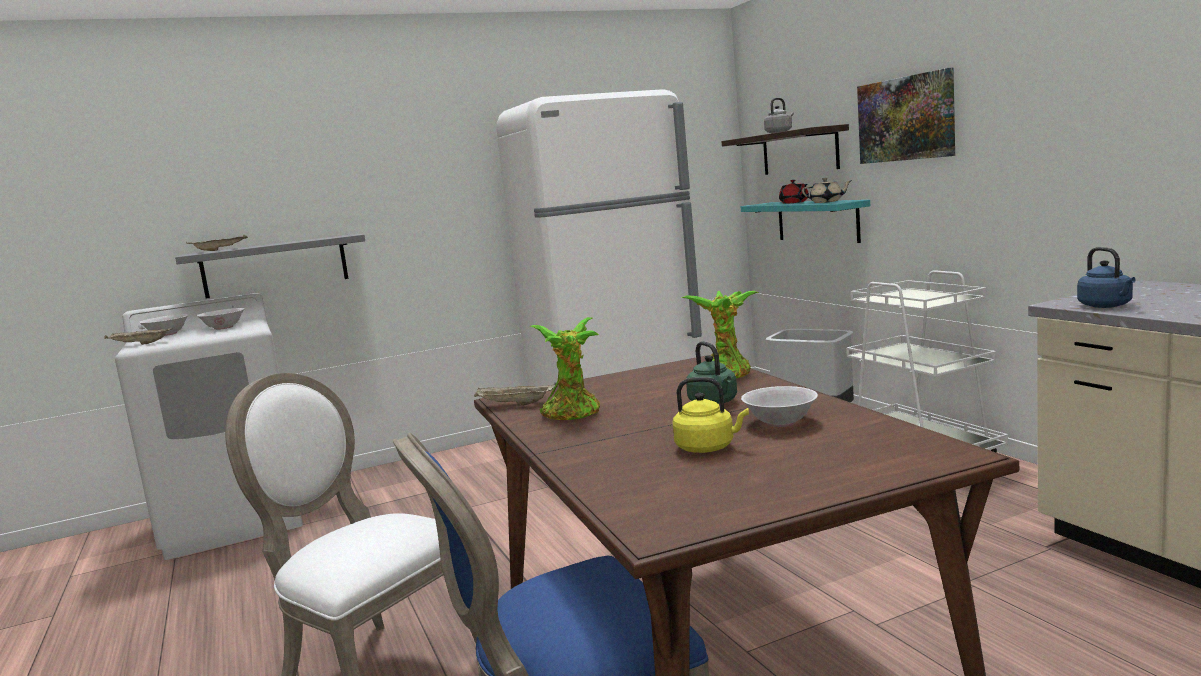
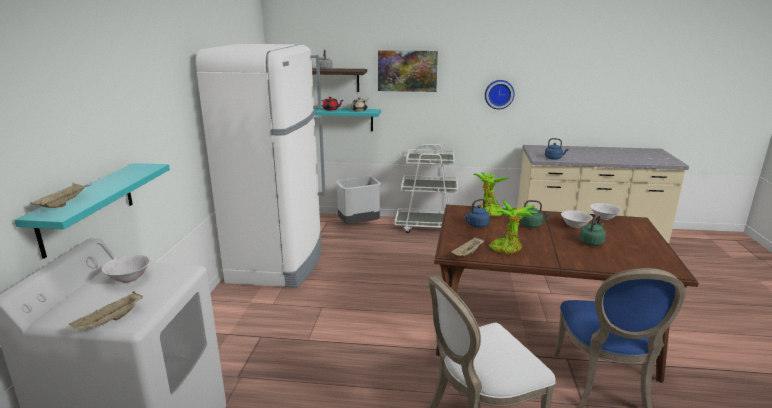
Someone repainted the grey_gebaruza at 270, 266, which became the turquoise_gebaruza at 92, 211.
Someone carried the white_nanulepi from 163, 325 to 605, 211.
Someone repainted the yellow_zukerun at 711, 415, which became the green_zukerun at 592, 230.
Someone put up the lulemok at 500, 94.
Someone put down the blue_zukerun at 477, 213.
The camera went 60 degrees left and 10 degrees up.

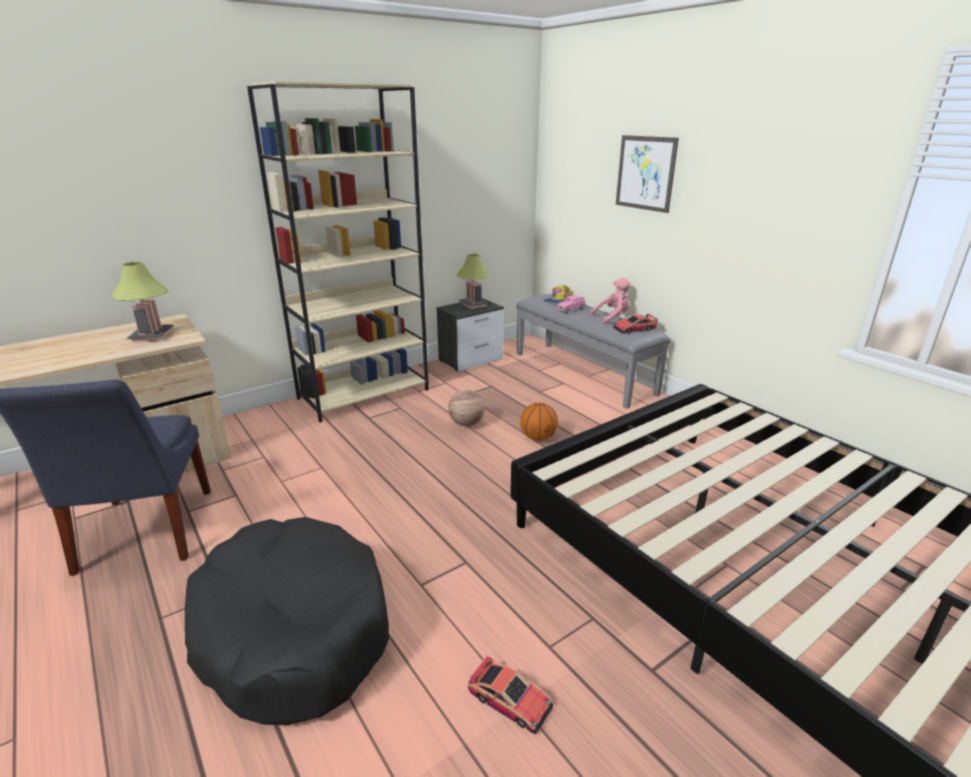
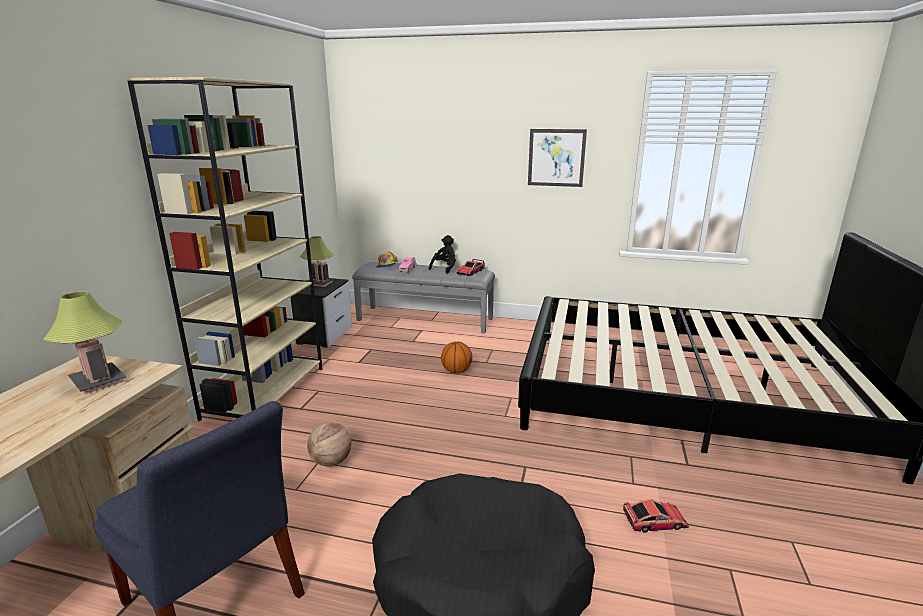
Someone carried the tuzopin from 647, 174 to 557, 158.
Someone repainted the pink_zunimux at 611, 301, which became the black_zunimux at 442, 254.
Someone carried the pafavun from 466, 408 to 329, 444.
The camera went 40 degrees left and 5 degrees down.

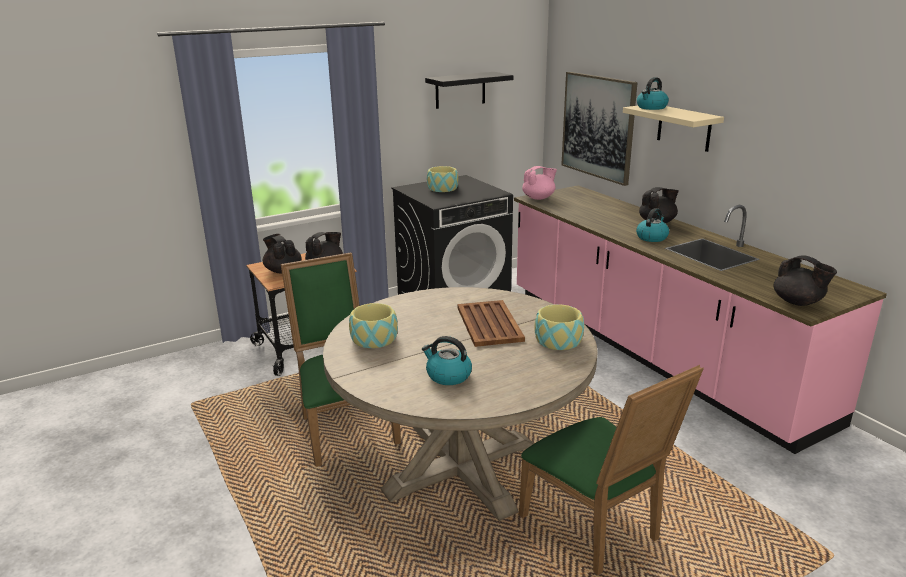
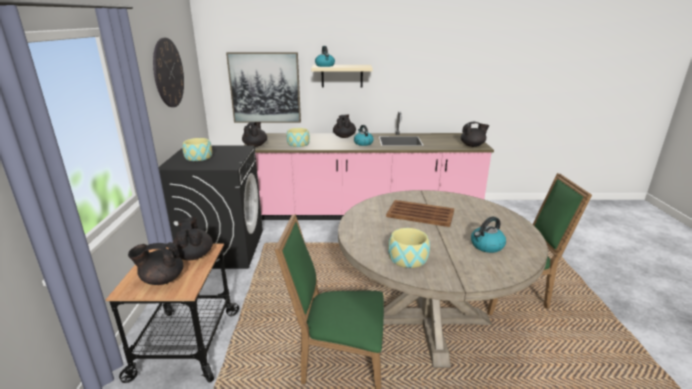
Someone swapped the black_gebaruza at 469, 90 for the lulemok at 168, 72.
Someone repainted the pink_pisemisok at 539, 183, which became the black_pisemisok at 254, 134.
Someone carried the nanulepi from 559, 327 to 298, 137.
The camera went 60 degrees left and 0 degrees up.

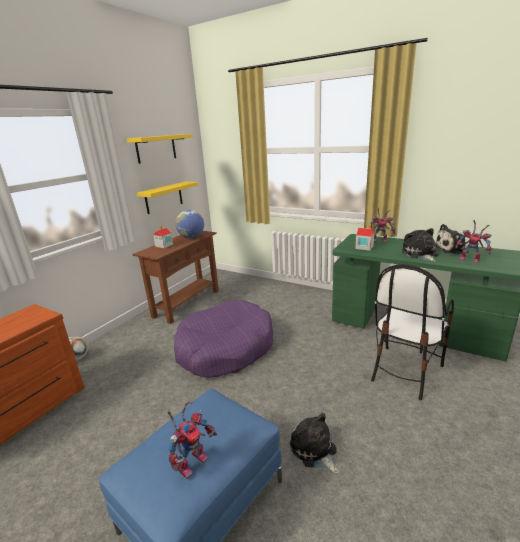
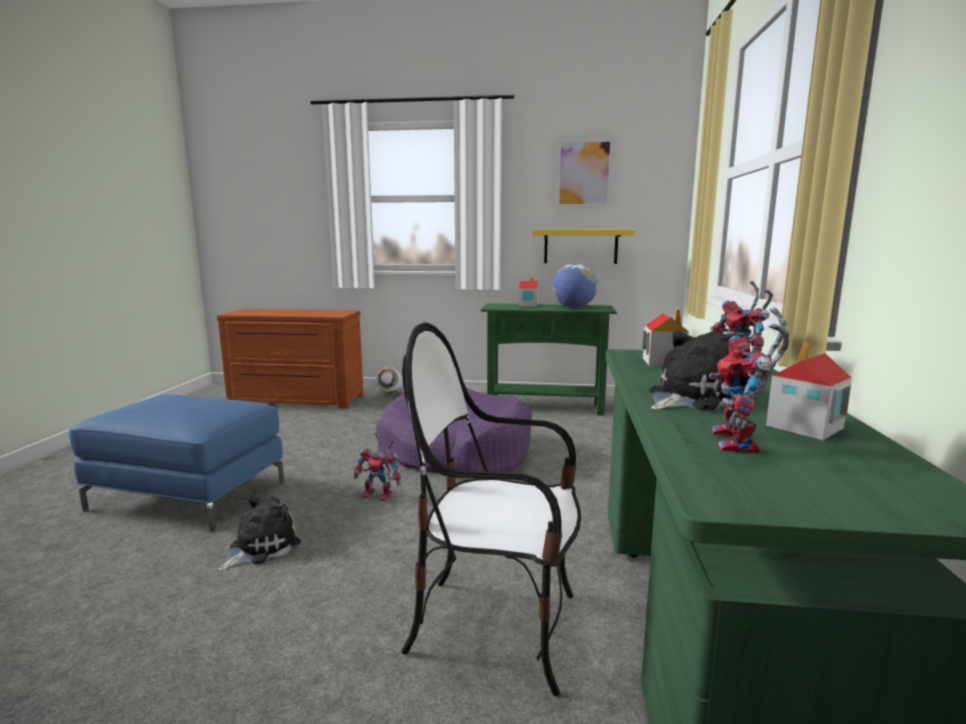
Someone swapped the yellow_gebaruza at 159, 149 for the tuzopin at 585, 173.
Someone swapped the zunimux at 452, 239 for the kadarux at 809, 391.
Someone repainted the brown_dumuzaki at 175, 277, which became the green_dumuzaki at 549, 359.
Someone carried the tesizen from 192, 440 to 377, 466.
The camera went 65 degrees right and 10 degrees down.

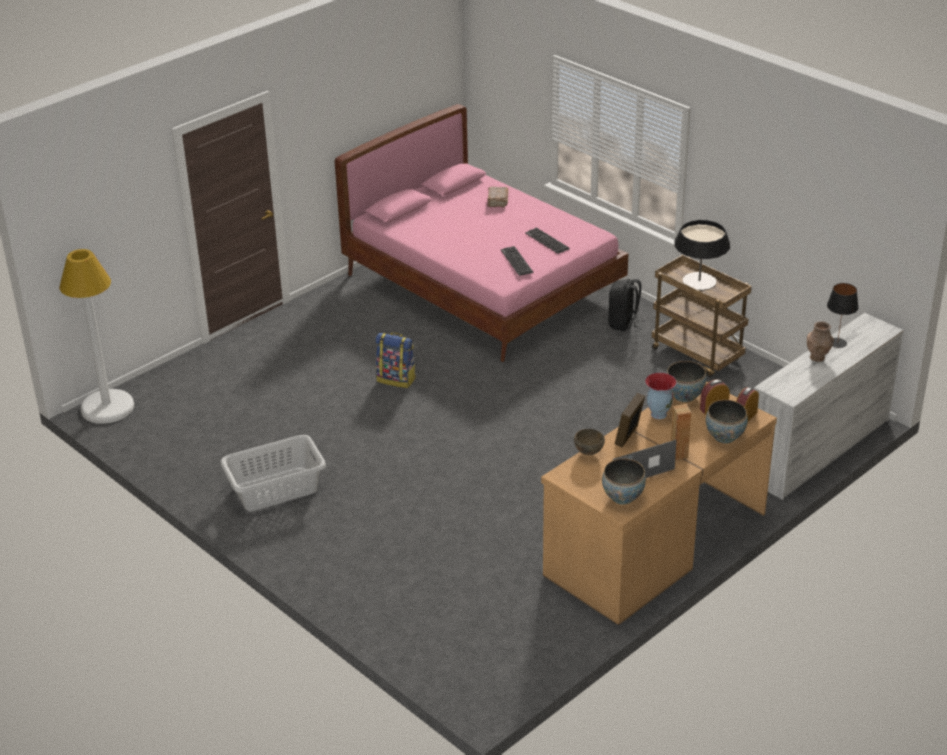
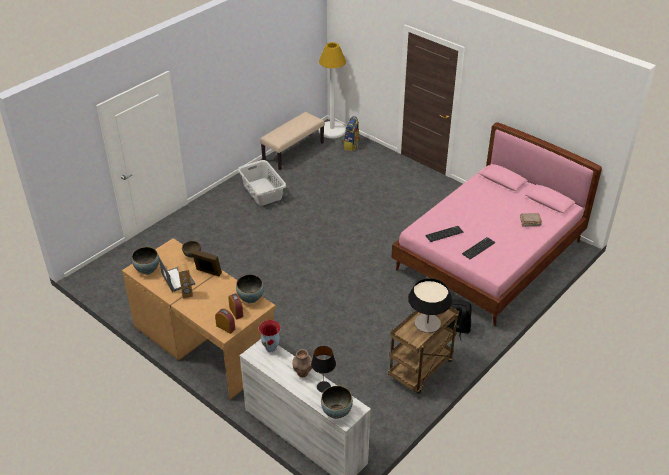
Someone carried the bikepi from 395, 360 to 351, 133.
Someone carried the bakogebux from 661, 396 to 269, 336.
Someone carried the nanulepi from 727, 422 to 337, 402.
Someone put down the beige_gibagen at 292, 141.
The camera went 85 degrees right and 5 degrees up.

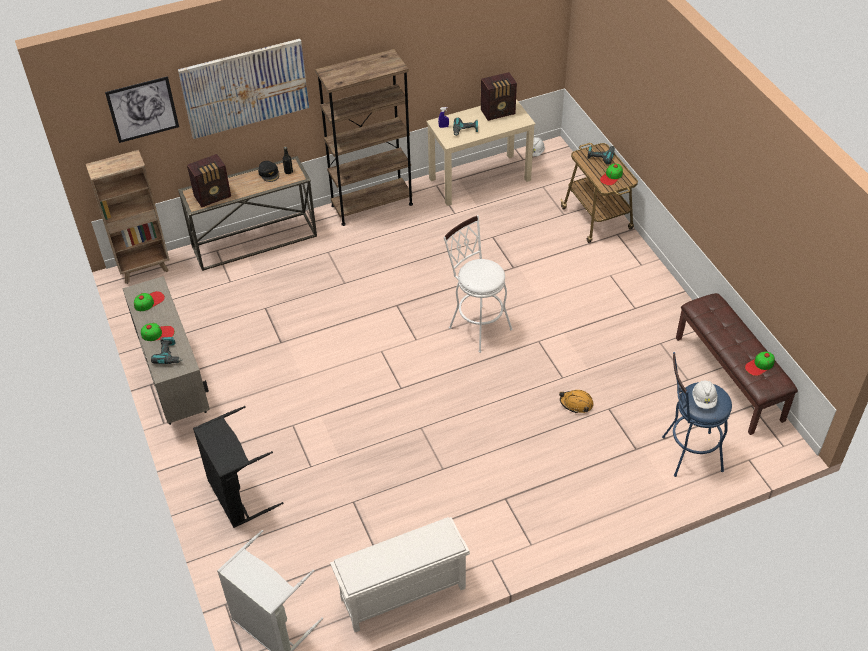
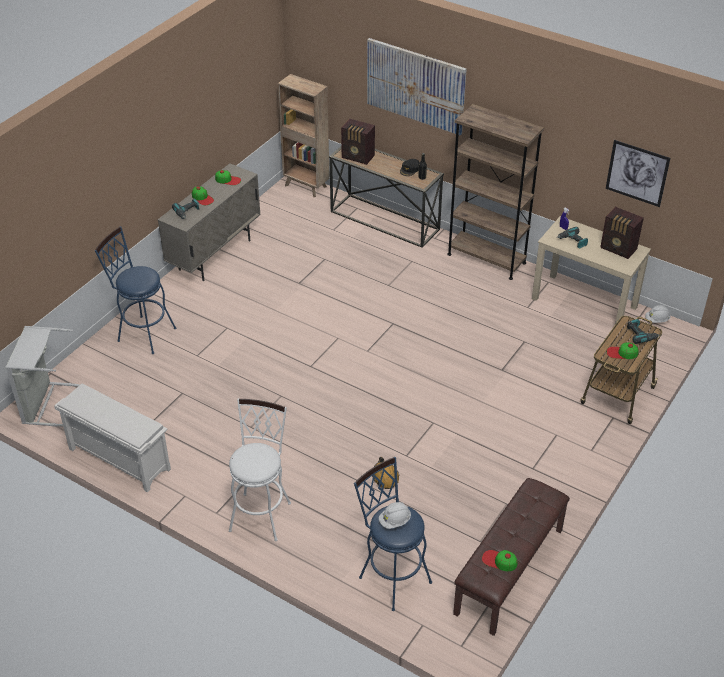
Someone carried the tuzopin from 142, 109 to 638, 173.
Someone carried the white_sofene from 478, 284 to 260, 470.
Someone swapped the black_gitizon at 238, 467 for the blue_sofene at 136, 290.
The camera went 55 degrees right and 5 degrees down.

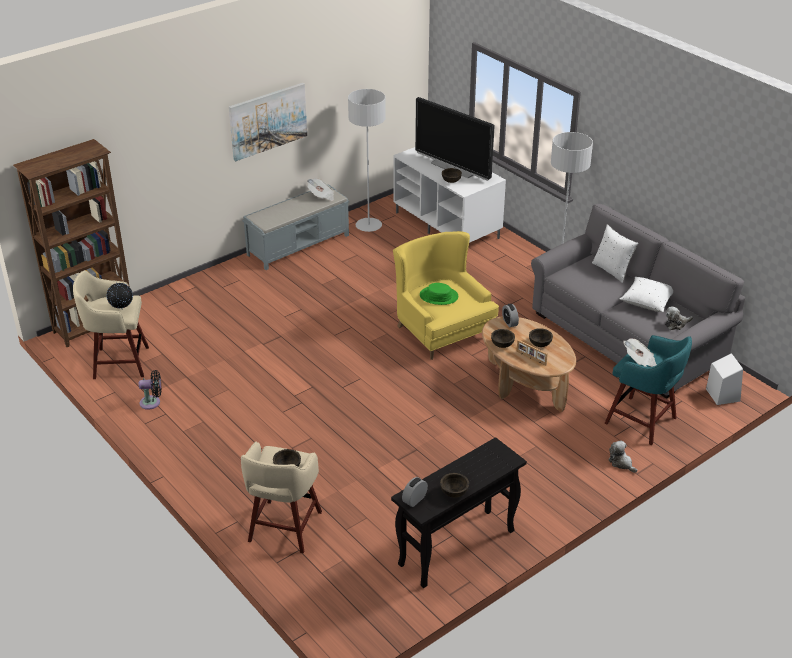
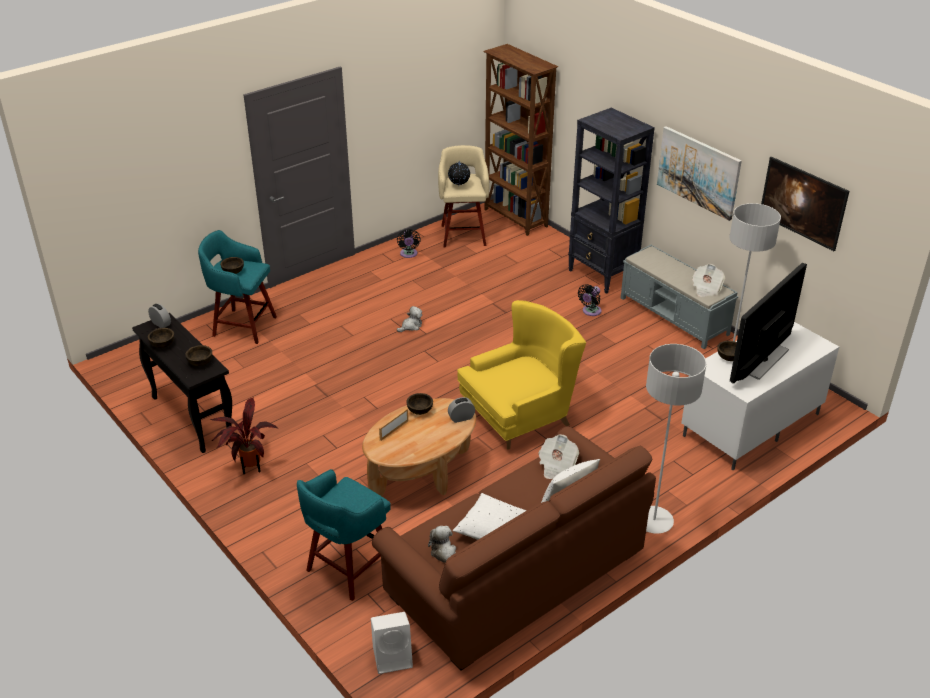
Someone repainted the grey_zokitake at 638, 301, which became the brown_zokitake at 514, 548.
Someone took away the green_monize at 439, 294.
Someone carried the brown_nanulepi from 541, 337 to 198, 355.
Someone carried the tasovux from 640, 352 to 558, 456.
Someone carried the zunimux from 622, 456 to 409, 319.
Someone repainted the beige_sofene at 281, 497, which became the turquoise_sofene at 237, 287.
Someone put down the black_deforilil at 611, 201.
Someone put up the tuzopin at 805, 204.
Someone put down the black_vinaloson at 589, 300.
Someone put down the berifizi at 245, 436.
The camera went 90 degrees right and 0 degrees up.

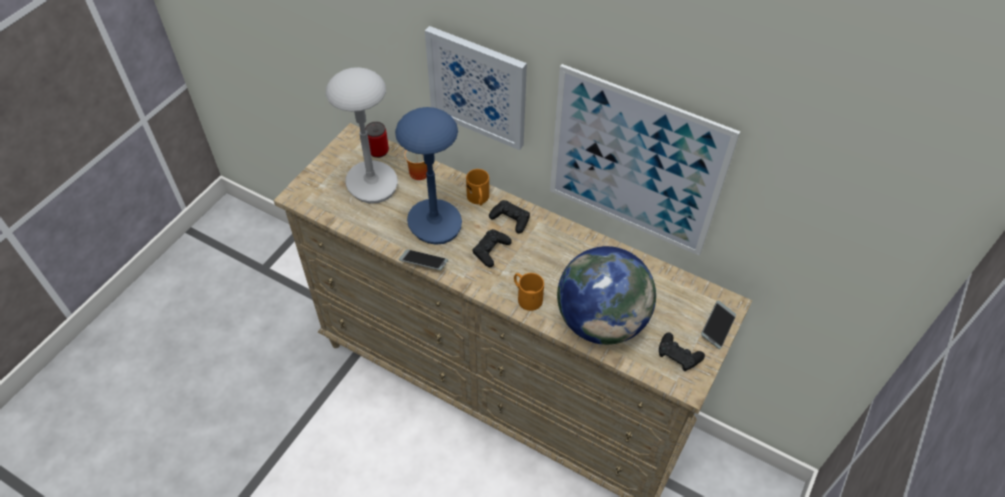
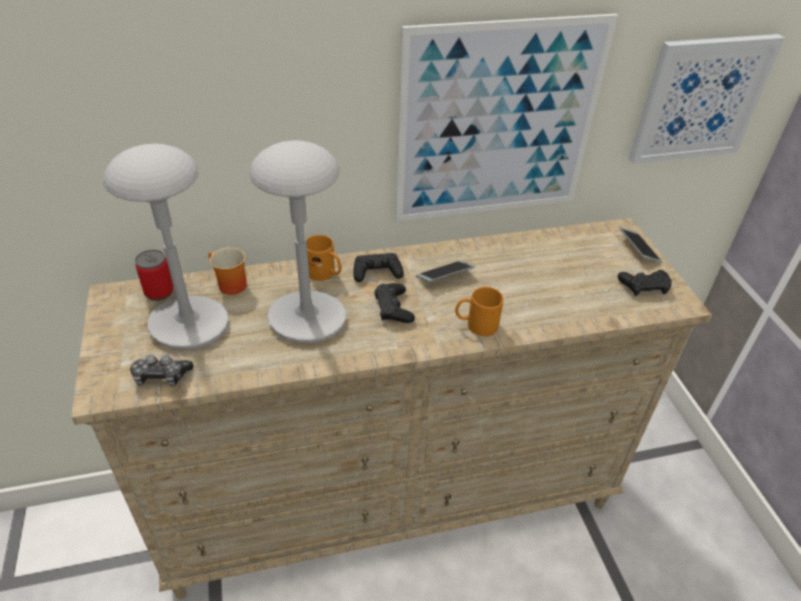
Someone carried the tuzopin from 476, 88 to 707, 99.
Someone repainted the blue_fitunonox at 428, 176, which became the grey_fitunonox at 297, 242.
Someone took away the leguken at 606, 295.
Someone carried the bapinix from 423, 259 to 445, 271.
Someone put down the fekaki at 161, 371.
The camera went 45 degrees left and 10 degrees down.

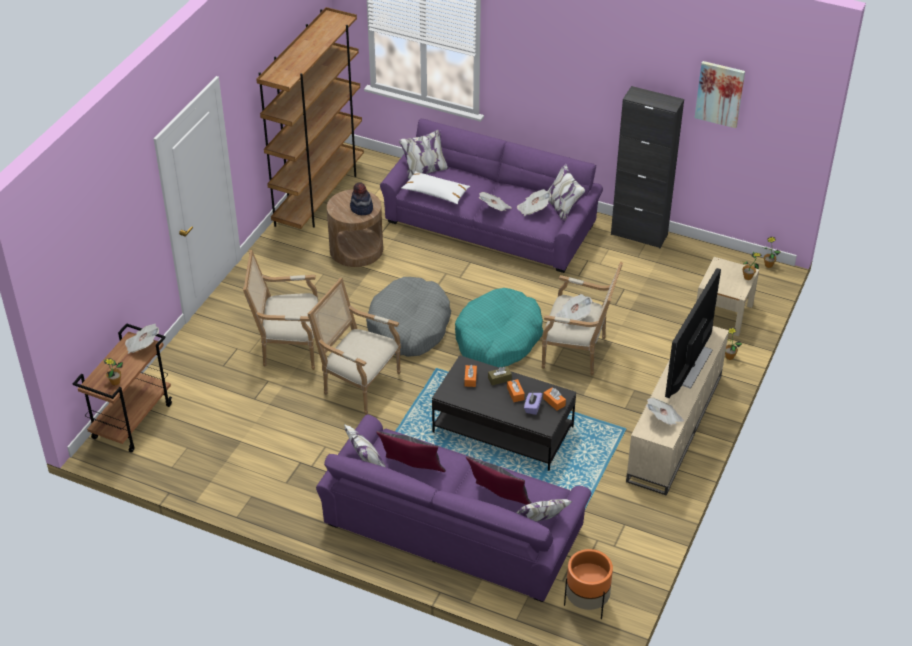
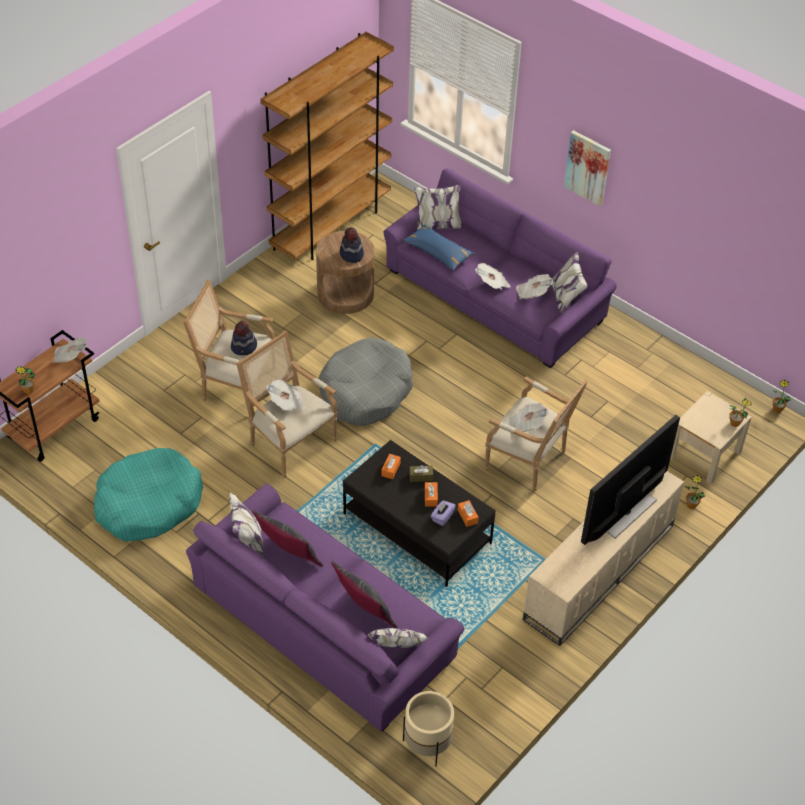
Someone carried the tuzopin from 719, 94 to 587, 168.
Someone took away the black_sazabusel at 647, 167.
Someone repainted the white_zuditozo at 435, 187, which became the blue_zuditozo at 439, 247.
Someone carried the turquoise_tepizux from 499, 328 to 148, 494.
Someone carried the tasovux from 665, 411 to 285, 395.
Someone repainted the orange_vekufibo at 588, 584, which became the beige_vekufibo at 428, 729.
Someone put down the monize at 244, 338.
The camera went 15 degrees right and 5 degrees up.

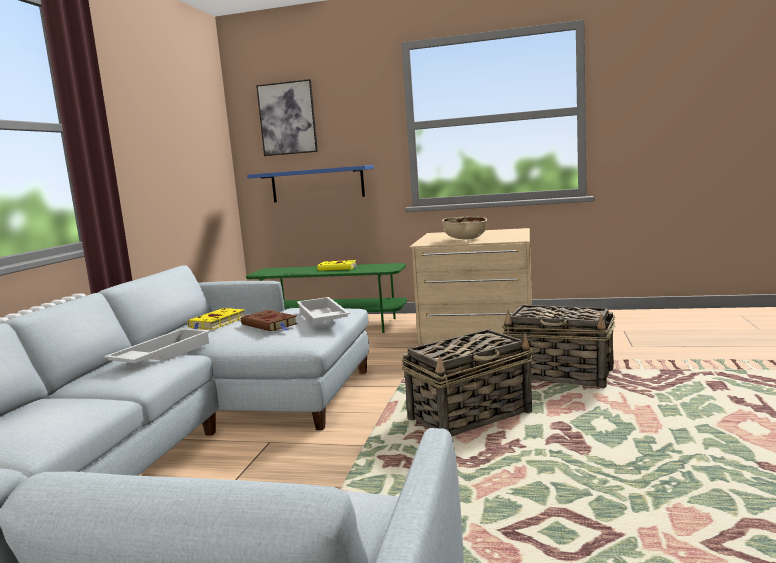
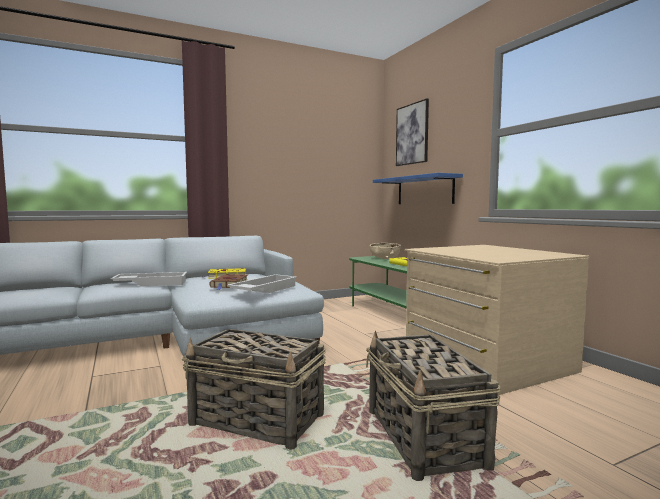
Someone carried the beige_nanulepi from 464, 228 to 385, 251.
The camera went 50 degrees right and 5 degrees down.

